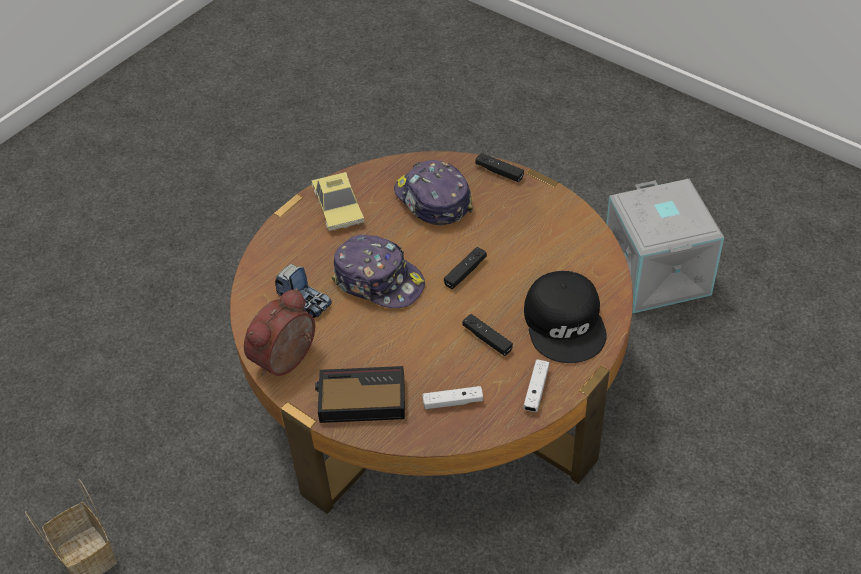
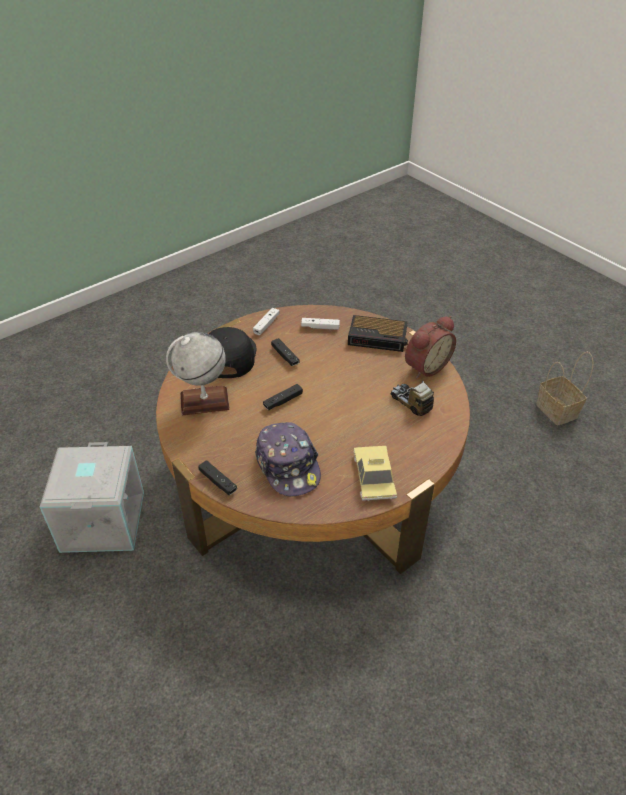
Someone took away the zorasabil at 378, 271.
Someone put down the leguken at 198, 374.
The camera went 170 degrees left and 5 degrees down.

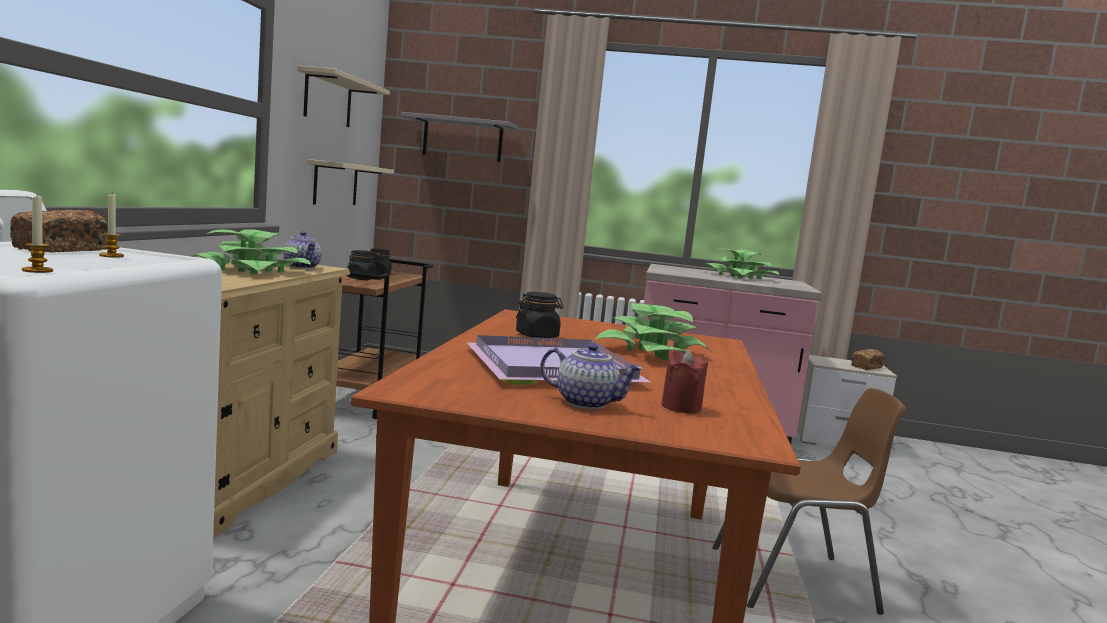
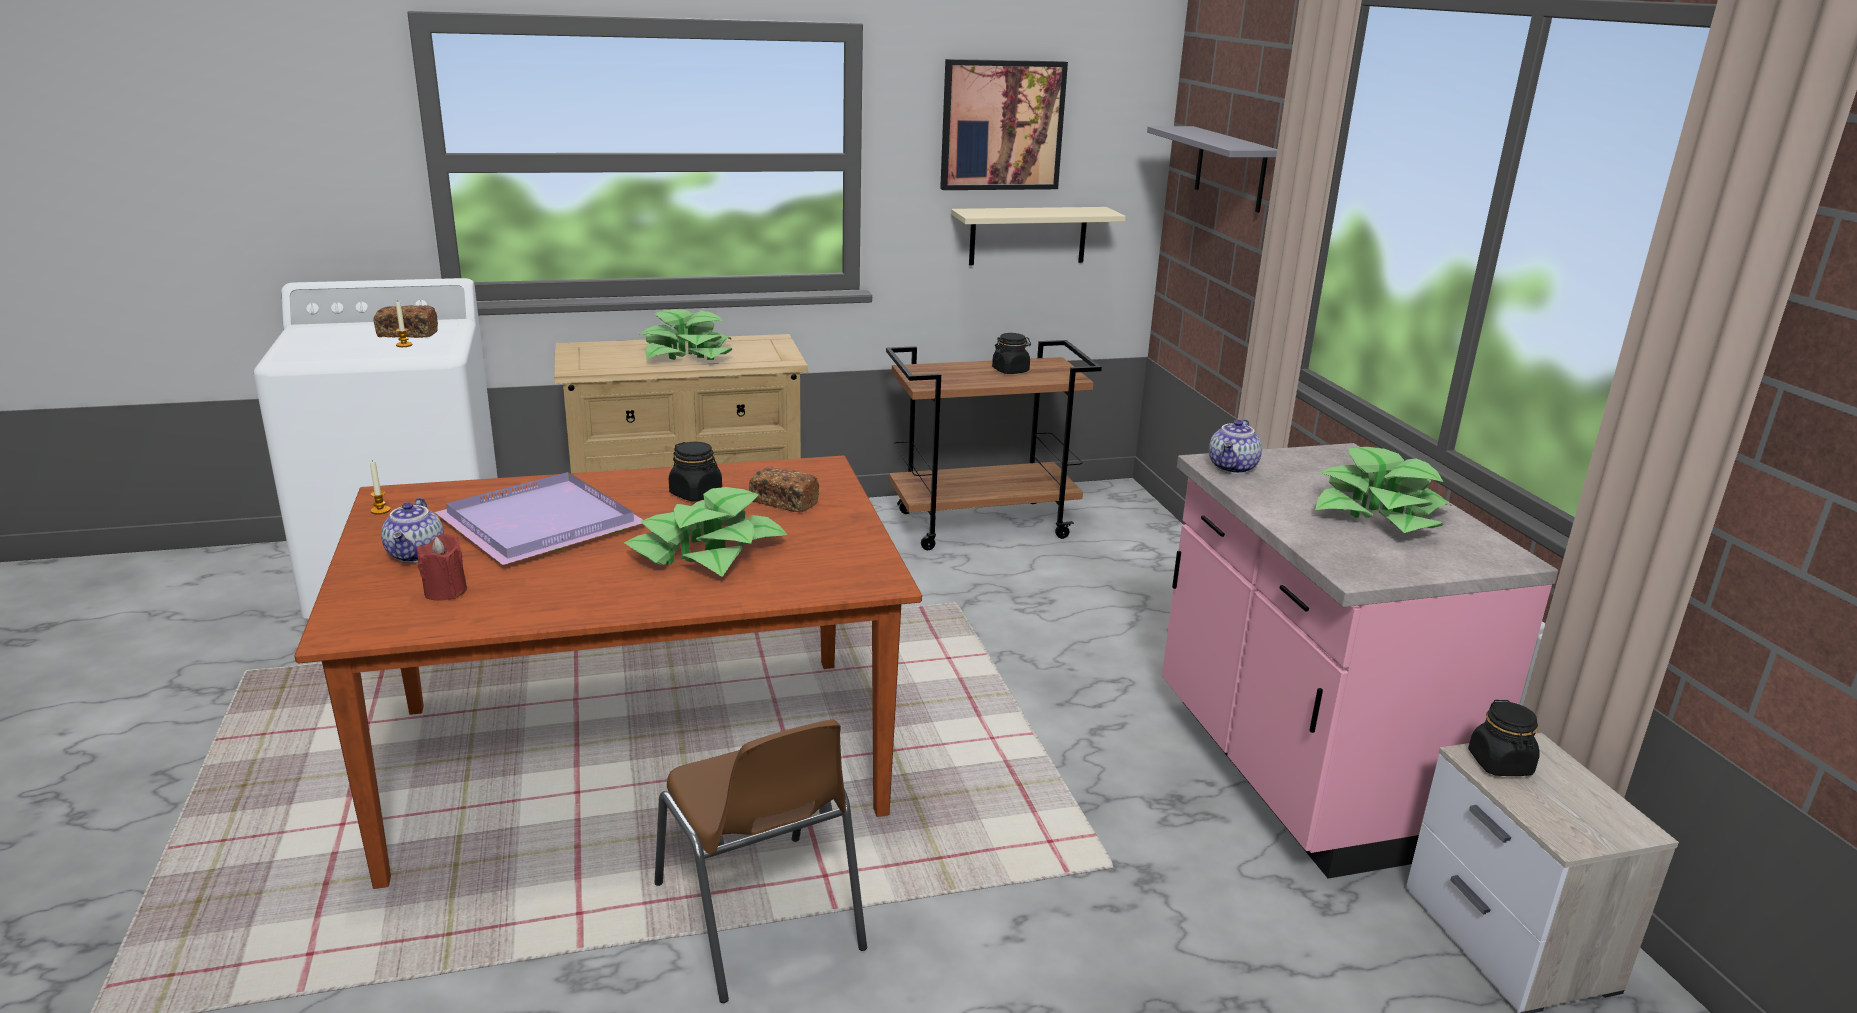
Someone swapped the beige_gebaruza at 343, 96 for the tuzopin at 1004, 124.
Someone carried the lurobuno from 37, 234 to 380, 487.
Someone carried the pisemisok from 302, 250 to 1235, 446.
Someone carried the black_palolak from 362, 265 to 1504, 738.
Someone carried the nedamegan from 868, 359 to 784, 489.
The camera went 65 degrees right and 15 degrees up.

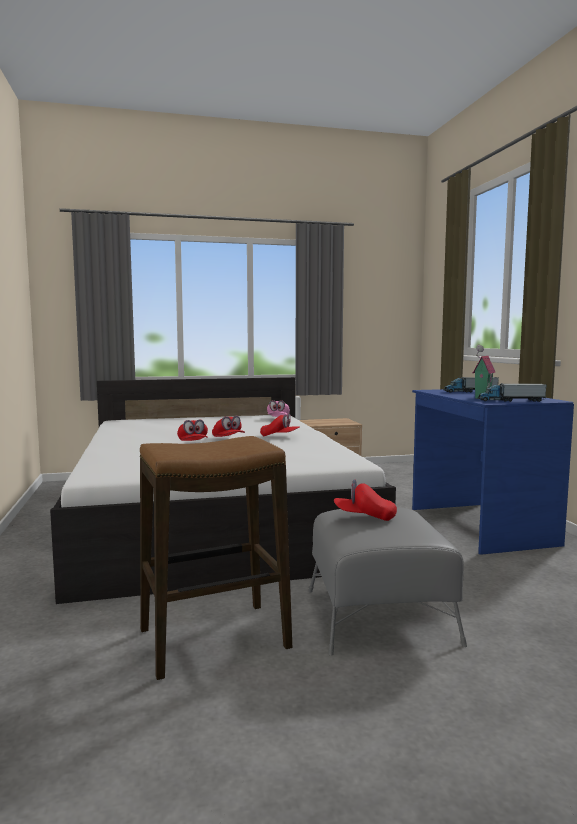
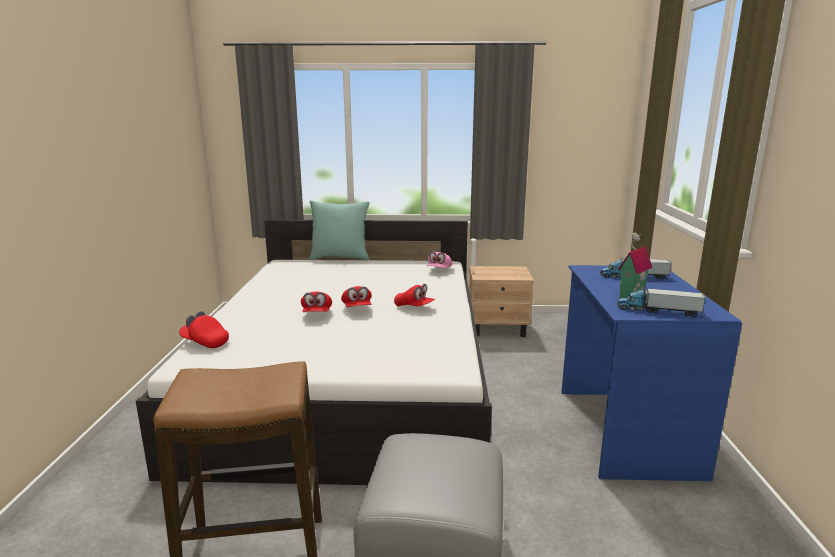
Someone carried the red_zorasabil from 365, 500 to 204, 329.
Someone put down the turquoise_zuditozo at 339, 230.
The camera went 15 degrees right and 10 degrees up.

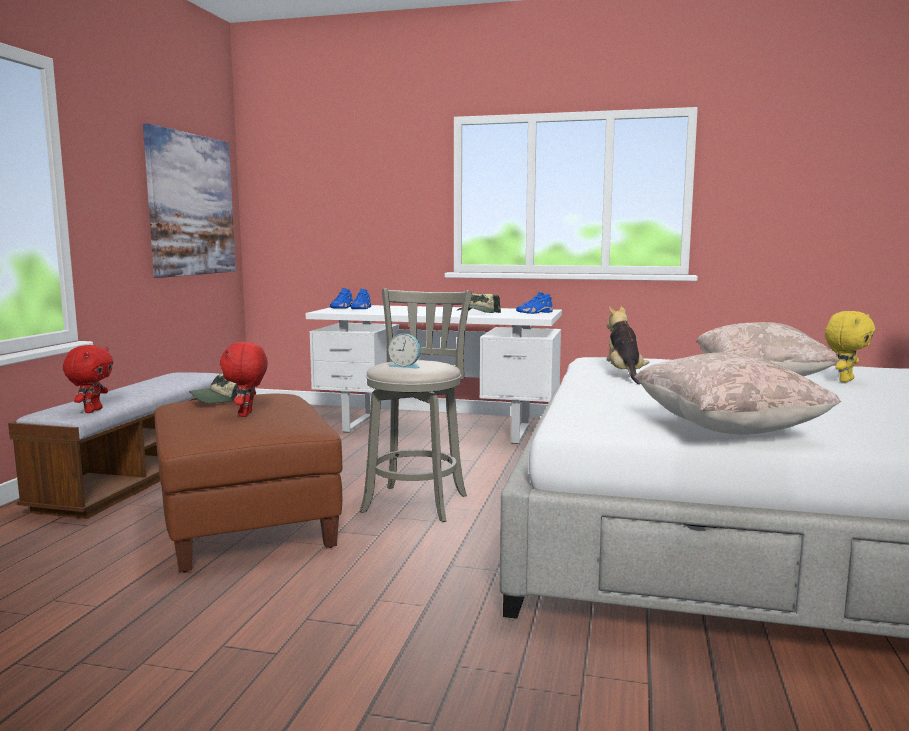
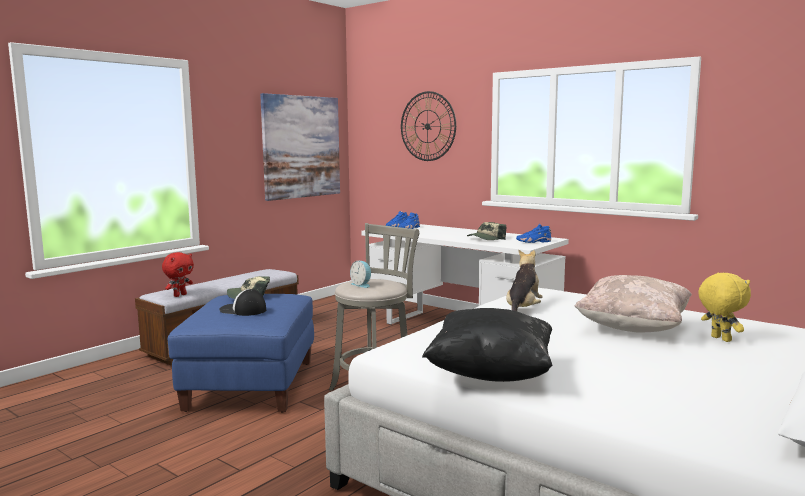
Someone rotated the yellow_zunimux at 850, 346 by 90 degrees counterclockwise.
Someone swapped the red_zunimux at 244, 379 for the zorasabil at 242, 302.
Someone repainted the beige_zuditozo at 738, 393, which became the black_zuditozo at 487, 345.
Someone repainted the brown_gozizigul at 248, 483, which became the blue_gozizigul at 241, 353.
Someone put up the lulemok at 428, 126.
The camera went 25 degrees right and 0 degrees up.

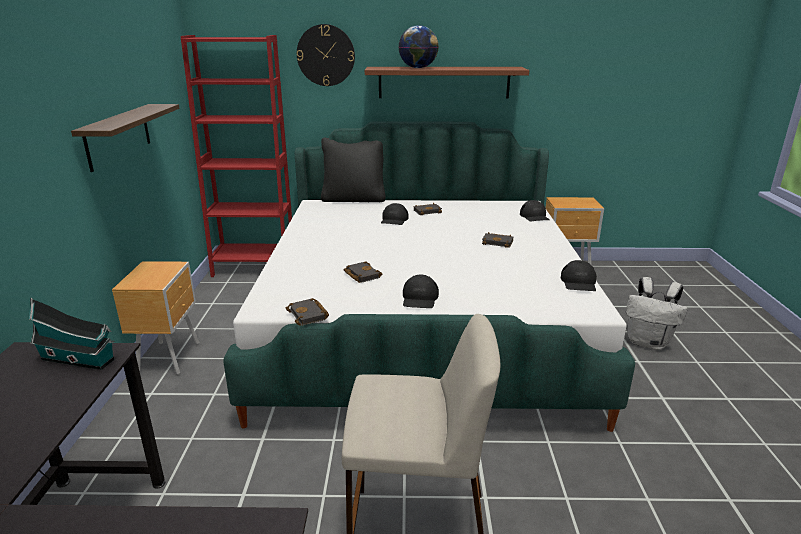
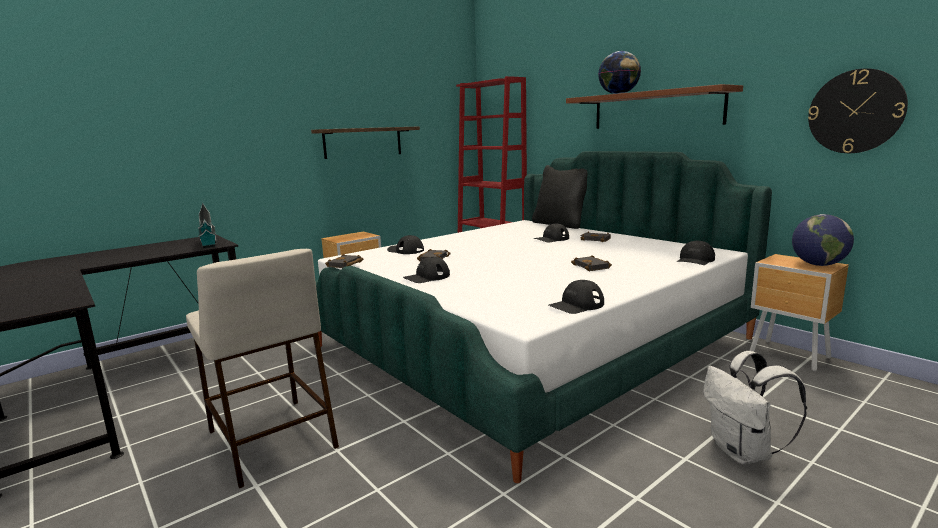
Someone carried the lulemok from 326, 55 to 858, 110.
Someone put down the leguken at 823, 240.
Someone put down the black_zorasabil at 405, 244.
The camera went 50 degrees right and 10 degrees down.

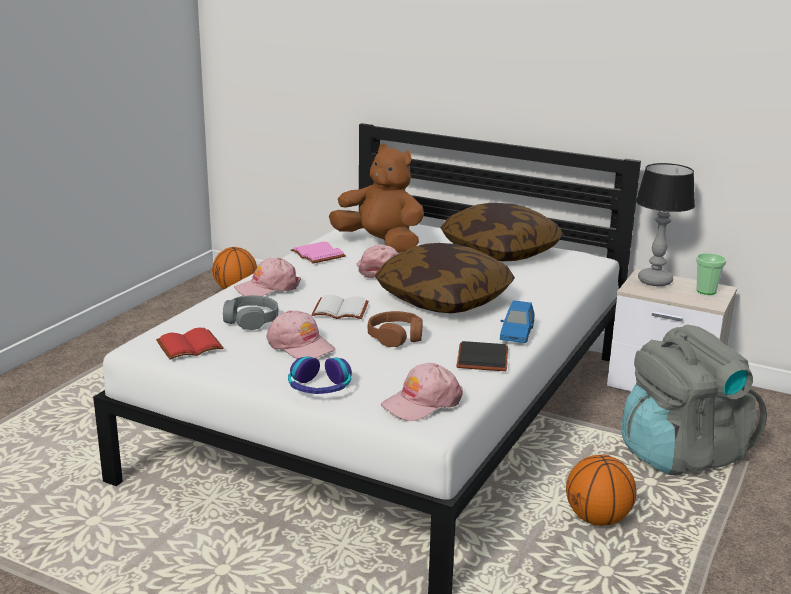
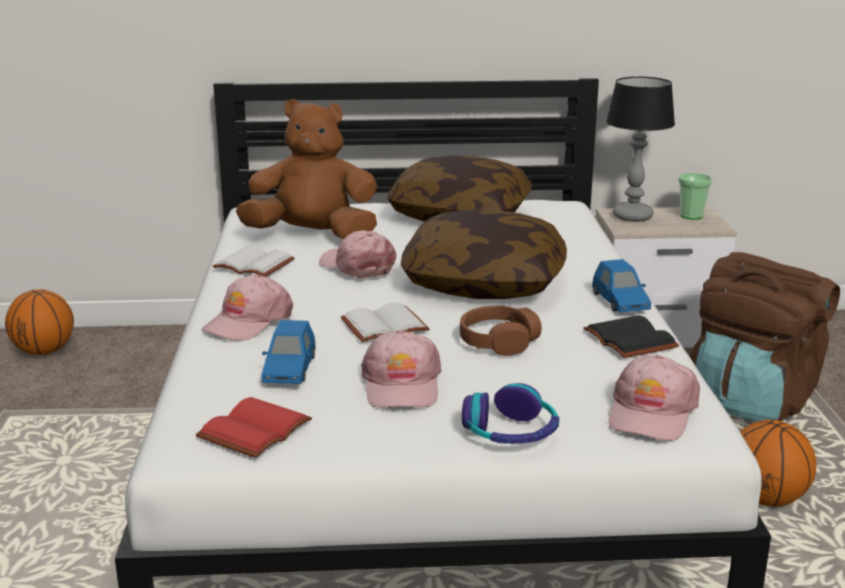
Someone repainted the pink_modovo at 318, 252, which became the white_modovo at 254, 261.
Someone swapped the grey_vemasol at 250, 312 for the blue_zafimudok at 289, 352.
Someone rotated the pink_zorasabil at 300, 334 by 75 degrees clockwise.
Someone repainted the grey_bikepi at 694, 399, which became the brown_bikepi at 764, 337.
The camera went 30 degrees left and 0 degrees up.

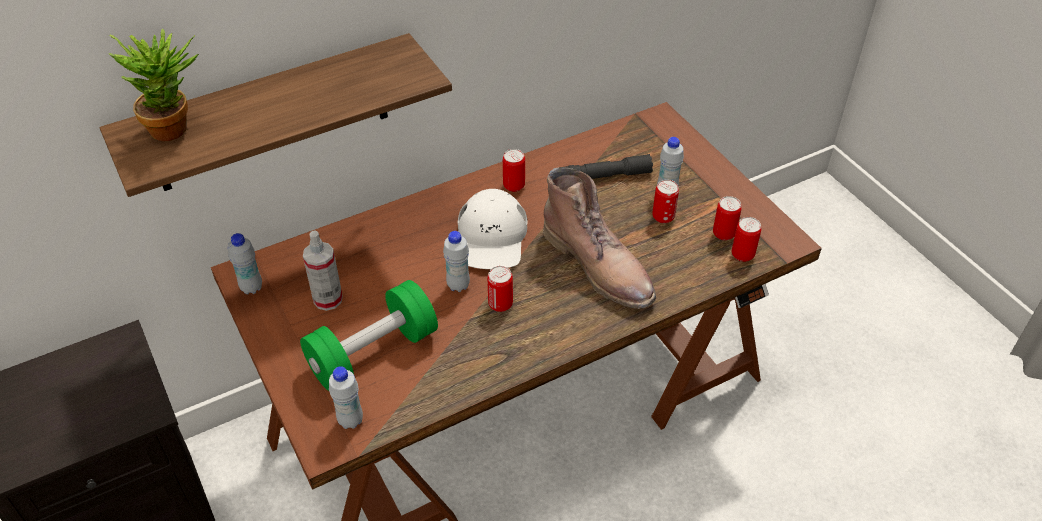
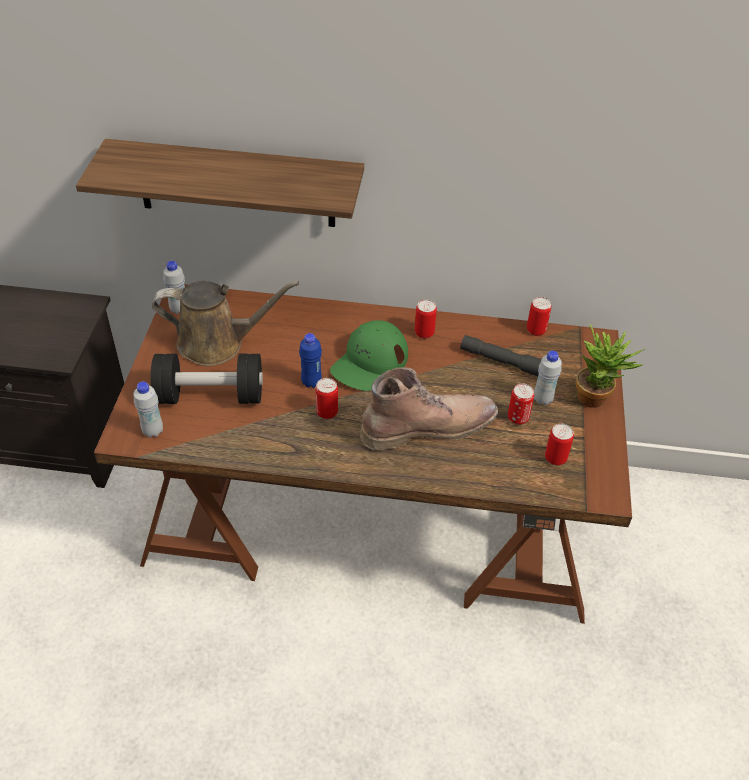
Someone carried the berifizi from 154, 84 to 611, 366.
Someone rotated the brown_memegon at 599, 238 by 105 degrees counterclockwise.
Someone repainted the white_zorasabil at 493, 229, which became the green_zorasabil at 369, 355.
Someone carried the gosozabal from 746, 239 to 539, 316.
Someone swapped the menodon at 323, 270 for the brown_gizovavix at 225, 323.
Someone repainted the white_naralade at 456, 261, which became the blue_naralade at 310, 360.
Someone repainted the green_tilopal at 369, 335, which became the black_tilopal at 207, 378.
The camera went 35 degrees right and 0 degrees up.

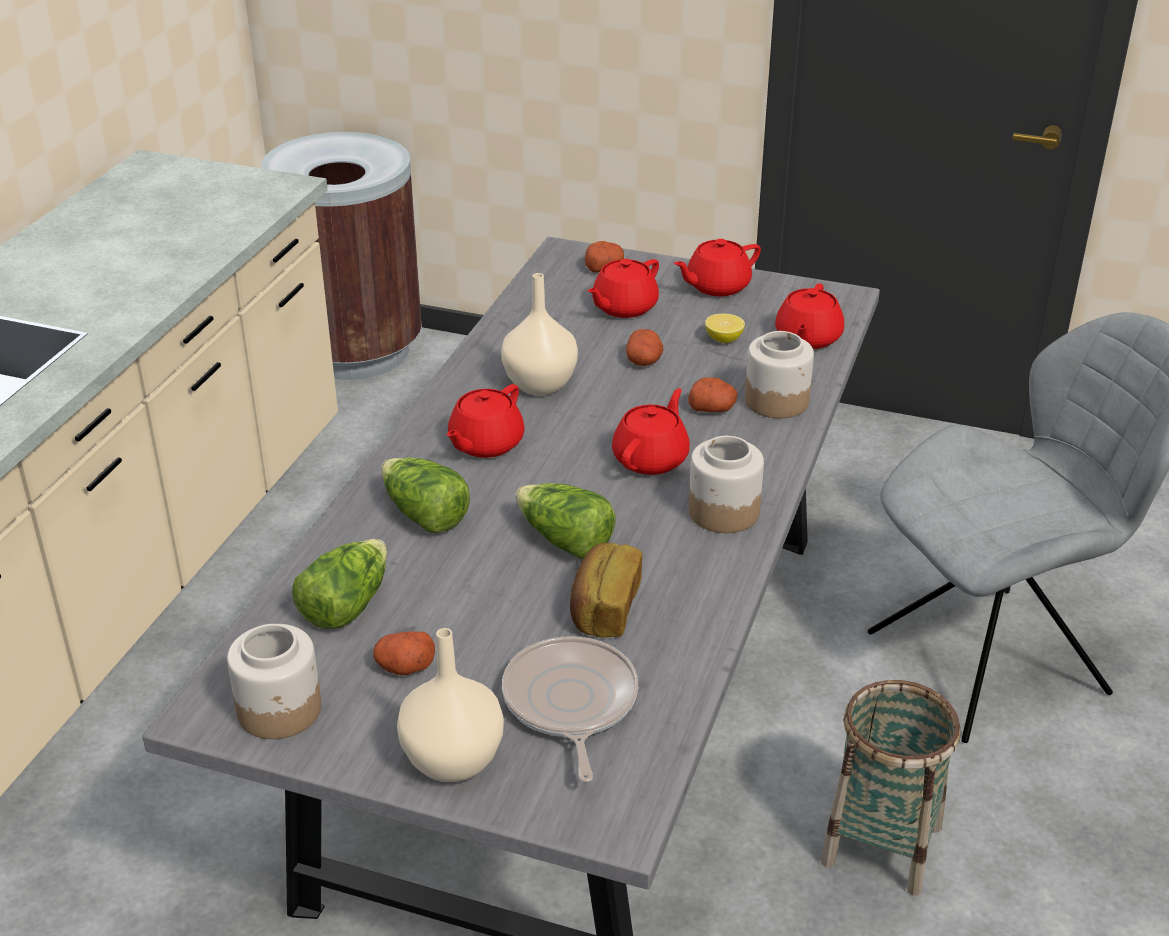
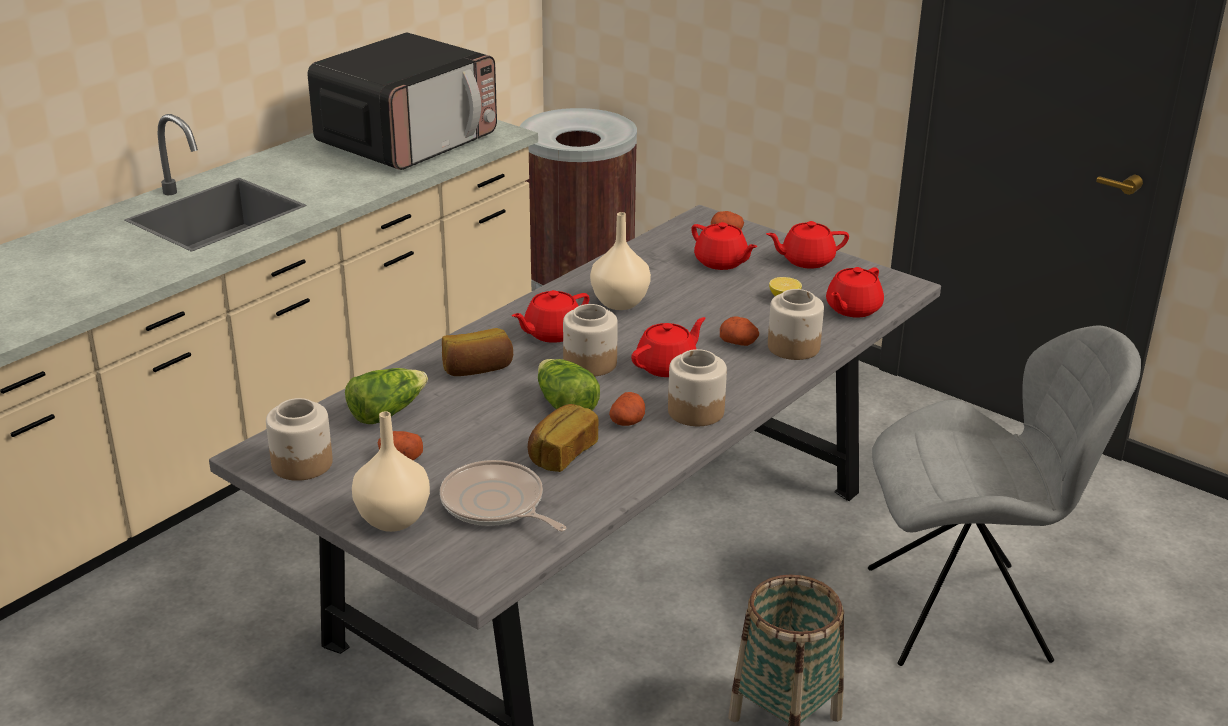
Someone rotated the red_pisemisok at 623, 288 by 105 degrees counterclockwise.
Someone carried the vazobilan from 644, 347 to 627, 409.
Someone swapped the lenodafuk at 425, 495 for the nedamegan at 477, 352.
Someone rotated the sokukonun at 570, 709 by 60 degrees counterclockwise.
Someone put down the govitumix at 402, 101.
Someone put down the palolak at 590, 340.
The camera went 20 degrees right and 5 degrees down.

